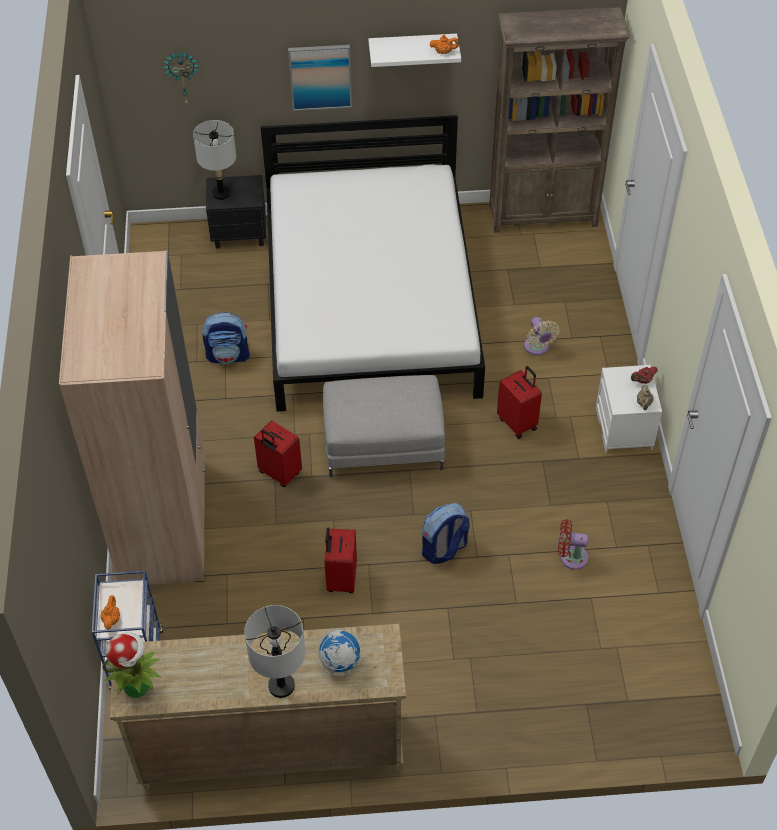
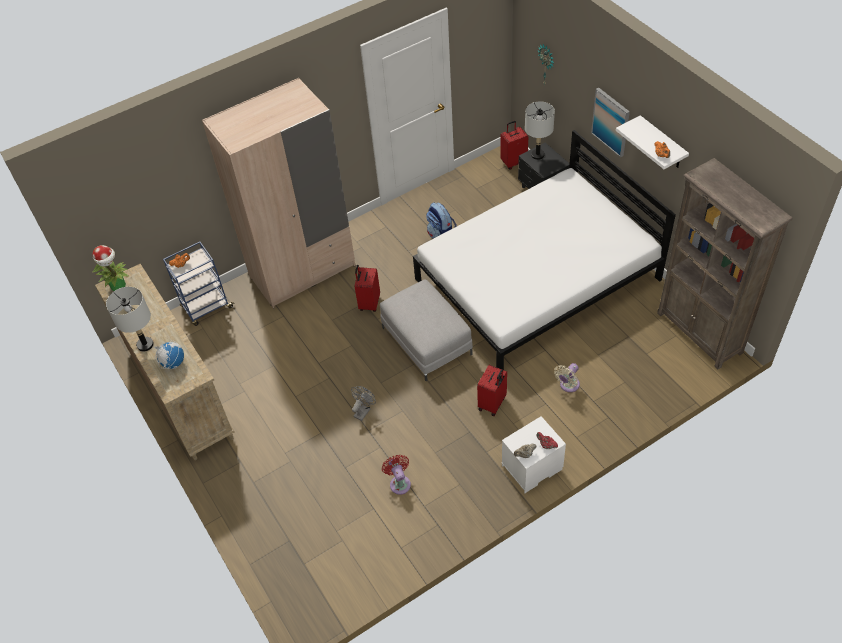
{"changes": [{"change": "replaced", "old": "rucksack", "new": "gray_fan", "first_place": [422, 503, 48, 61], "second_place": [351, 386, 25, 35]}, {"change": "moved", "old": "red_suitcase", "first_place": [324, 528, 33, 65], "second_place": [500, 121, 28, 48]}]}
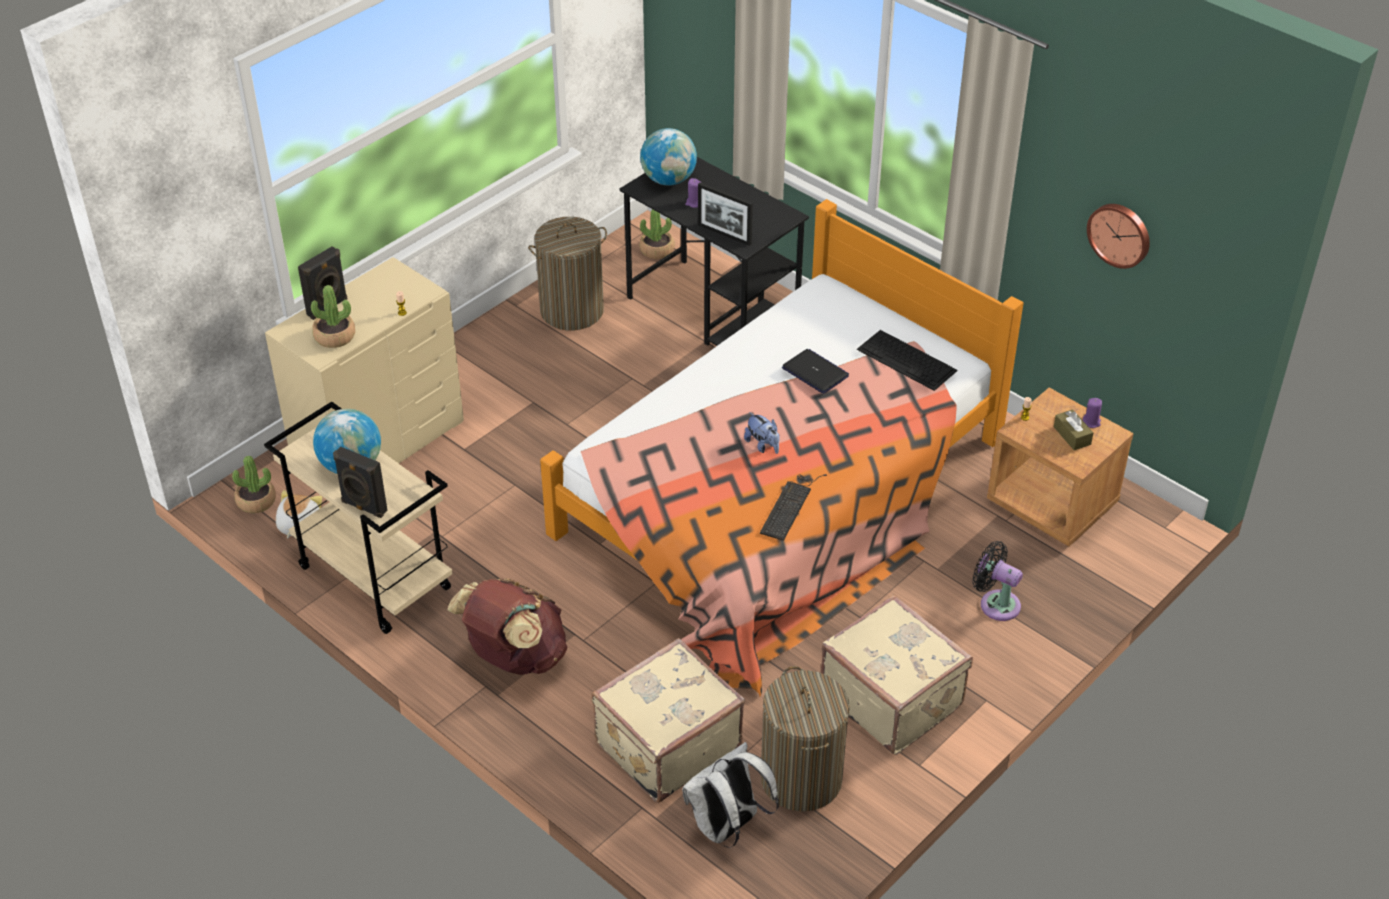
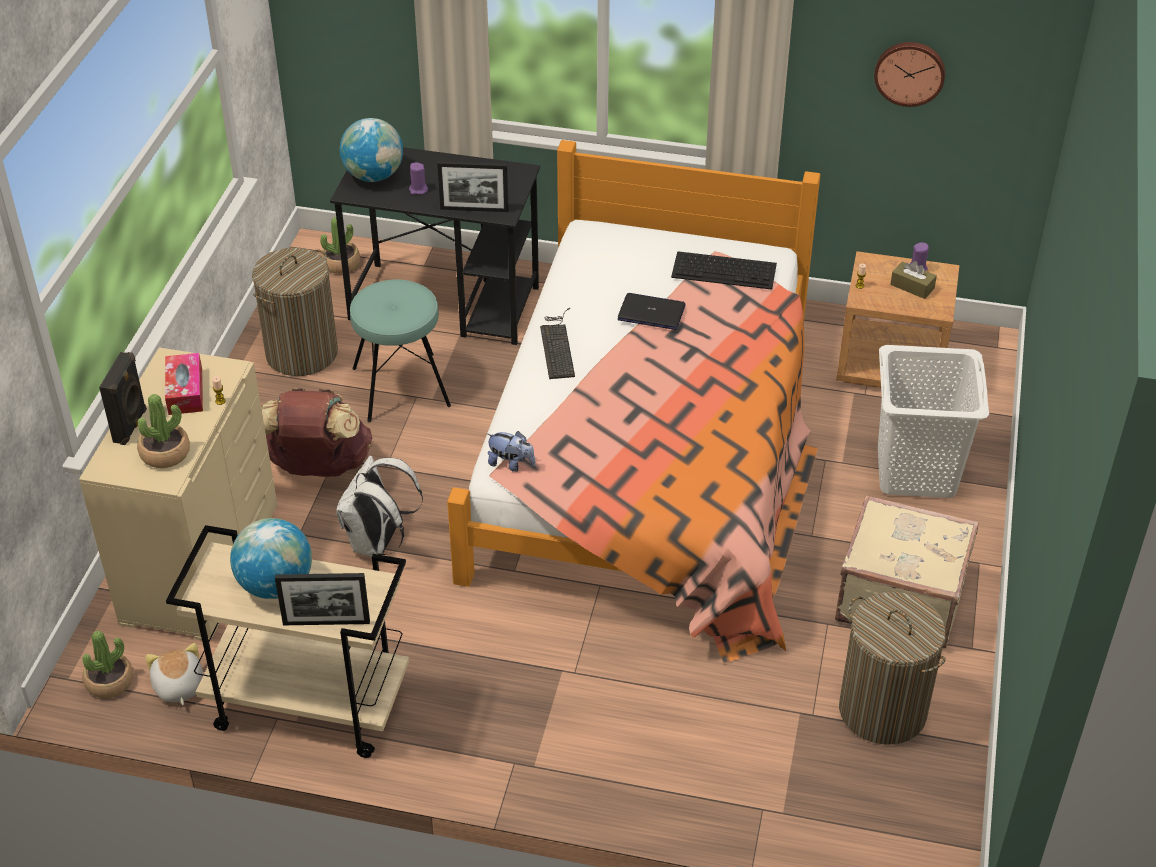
{"changes": [{"change": "added", "new": "tissue_box", "second_place": [165, 353, 38, 62]}, {"change": "moved", "old": "brown-coloured_rucksack", "first_place": [447, 579, 120, 96], "second_place": [261, 388, 112, 89]}, {"change": "replaced", "old": "black_speaker", "new": "picture_frame", "first_place": [333, 446, 54, 72], "second_place": [275, 573, 95, 52]}, {"change": "moved", "old": "whitish_rucksack", "first_place": [682, 742, 97, 106], "second_place": [336, 456, 87, 101]}, {"change": "added", "new": "turquoise_stool", "second_place": [350, 279, 101, 143]}, {"change": "moved", "old": "plush_toy", "first_place": [744, 412, 36, 42], "second_place": [487, 431, 48, 41]}, {"change": "moved", "old": "computer_keyboard", "first_place": [760, 474, 67, 67], "second_place": [540, 308, 35, 71]}, {"change": "replaced", "old": "black_fan", "new": "whitish_laundry_basket", "first_place": [972, 541, 51, 80], "second_place": [878, 345, 111, 153]}, {"change": "removed", "old": "beige-coloured_suitcase", "first_place": [592, 638, 153, 165]}]}
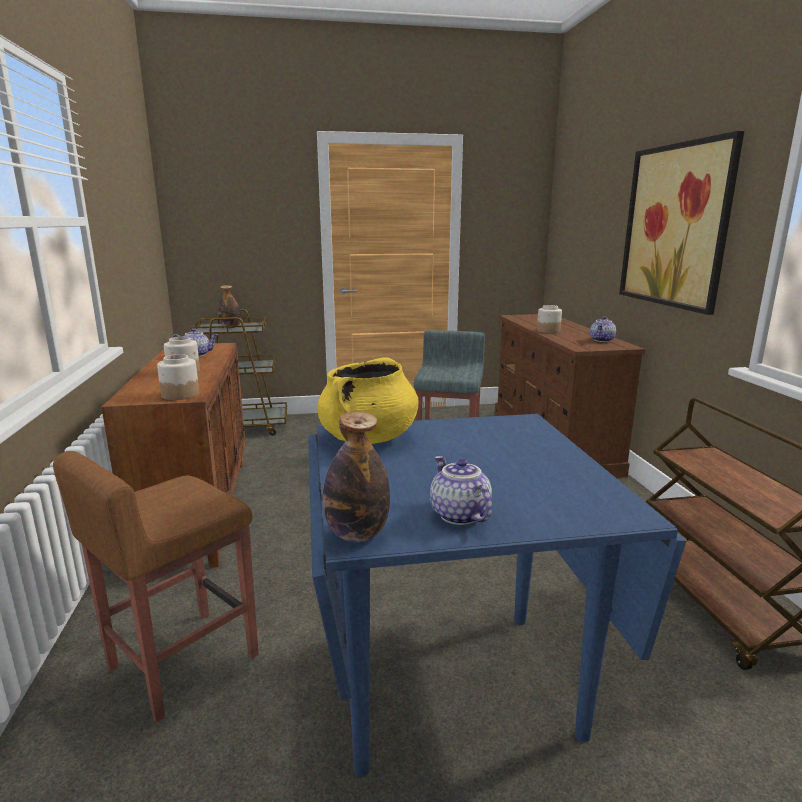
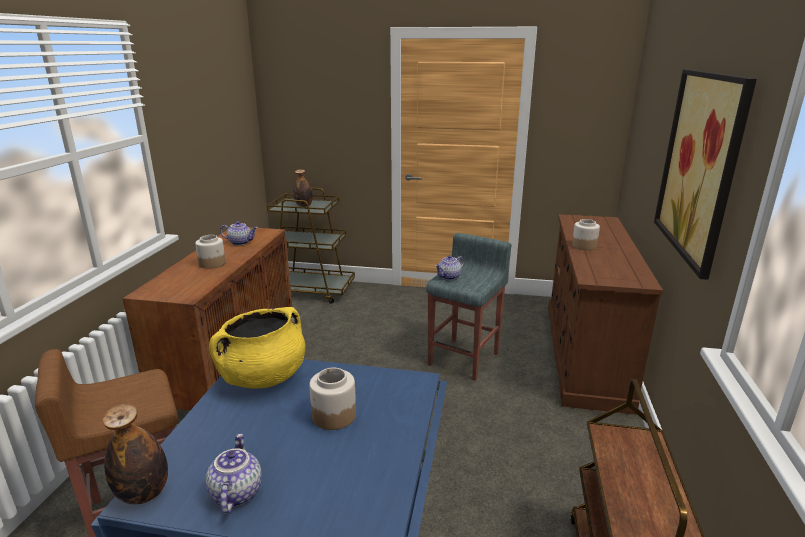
{"changes": [{"change": "moved", "old": "jar", "first_place": [157, 354, 42, 46], "second_place": [309, 368, 47, 62]}, {"change": "moved", "old": "tea_pot", "first_place": [590, 316, 26, 26], "second_place": [435, 255, 29, 25]}]}
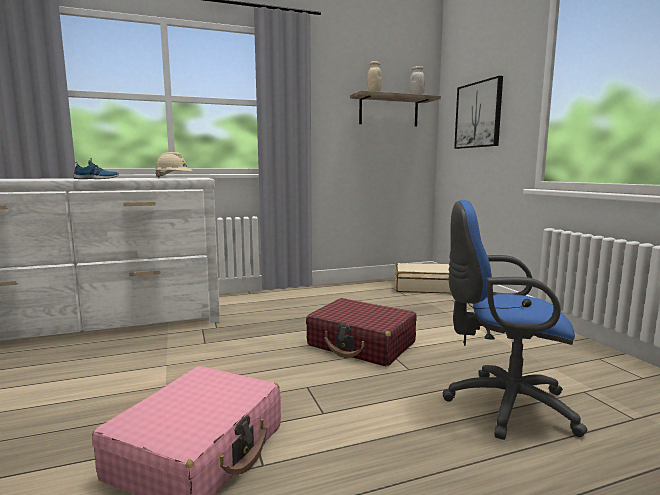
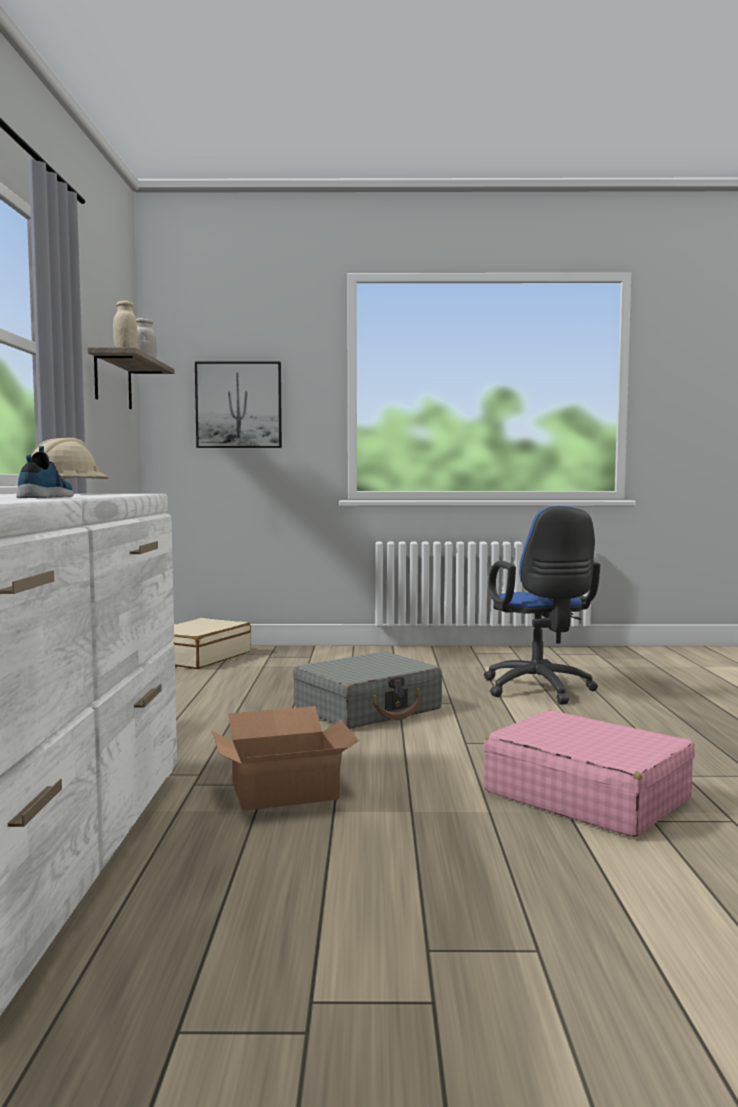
{"changes": [{"change": "added", "new": "cardboard_box", "second_place": [212, 706, 147, 105]}, {"change": "recoloured", "old": "red_suitcase", "new": "gray_suitcase", "first_place": [306, 298, 111, 69], "second_place": [293, 651, 149, 78]}, {"change": "turned", "old": "blue-coloured_desk_chair", "first_place": [443, 200, 144, 240], "second_place": [484, 506, 116, 198], "degrees": -45}]}
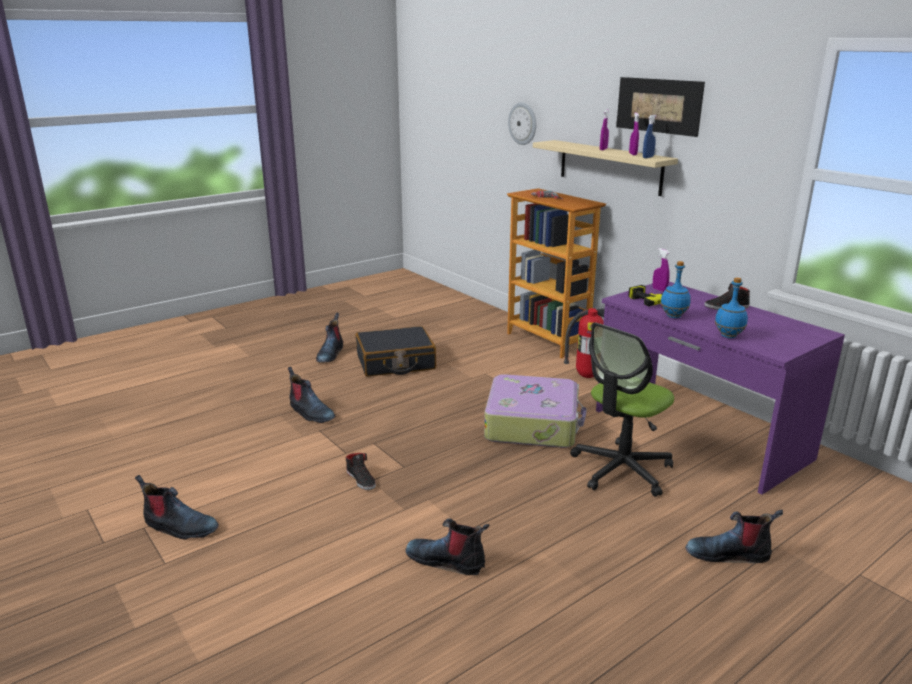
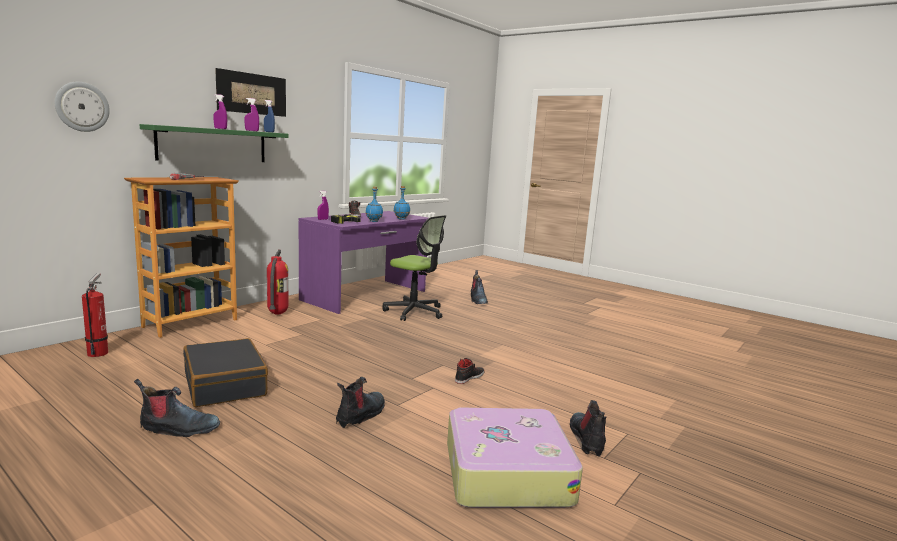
{"changes": [{"change": "added", "new": "fire_extinguisher", "second_place": [82, 273, 26, 84]}, {"change": "recoloured", "old": "beige-coloured_bracket_shelf", "new": "greenish_bracket_shelf", "first_place": [533, 140, 145, 56], "second_place": [139, 124, 150, 38]}, {"change": "moved", "old": "suitcase", "first_place": [484, 374, 103, 74], "second_place": [447, 408, 136, 100]}, {"change": "removed", "old": "tall_boot", "first_place": [405, 518, 84, 57]}]}
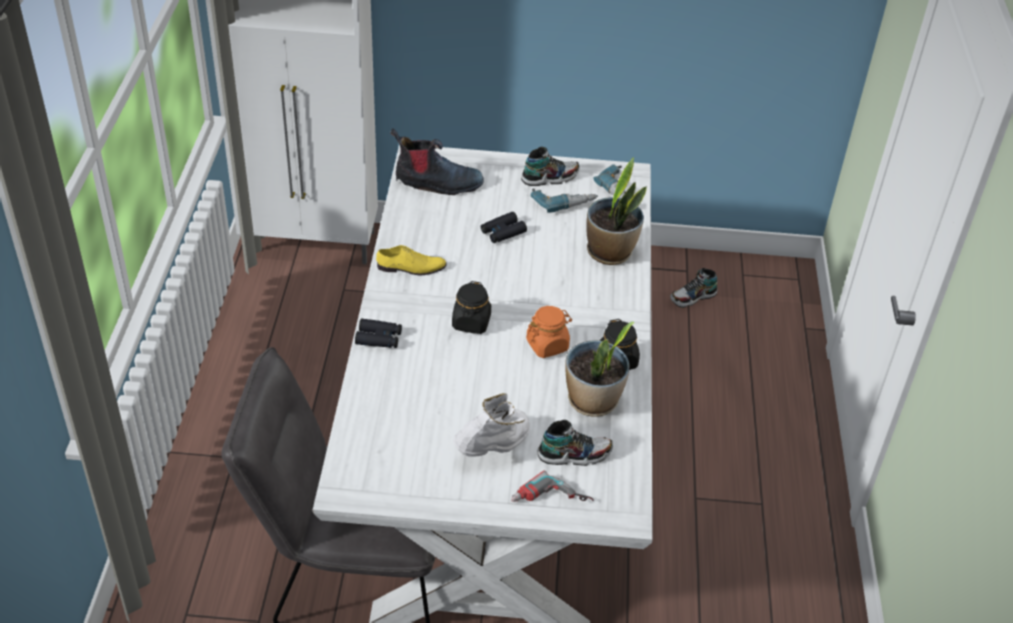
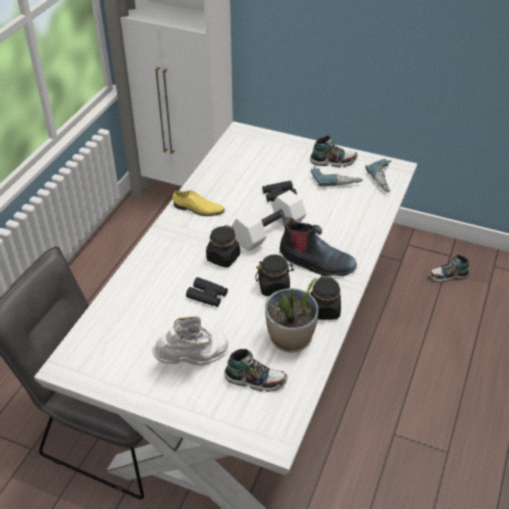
{"changes": [{"change": "moved", "old": "black_binoculars", "first_place": [355, 318, 47, 30], "second_place": [186, 277, 42, 30]}, {"change": "added", "new": "whitish_hand_weight", "second_place": [232, 190, 74, 62]}, {"change": "recoloured", "old": "orange_jar", "new": "black_jar", "first_place": [526, 306, 46, 52], "second_place": [255, 255, 39, 41]}, {"change": "moved", "old": "tall_boot", "first_place": [390, 128, 94, 67], "second_place": [277, 209, 80, 67]}, {"change": "removed", "old": "electric_drill", "first_place": [511, 471, 83, 31]}, {"change": "removed", "old": "houseplant", "first_place": [586, 157, 61, 108]}]}
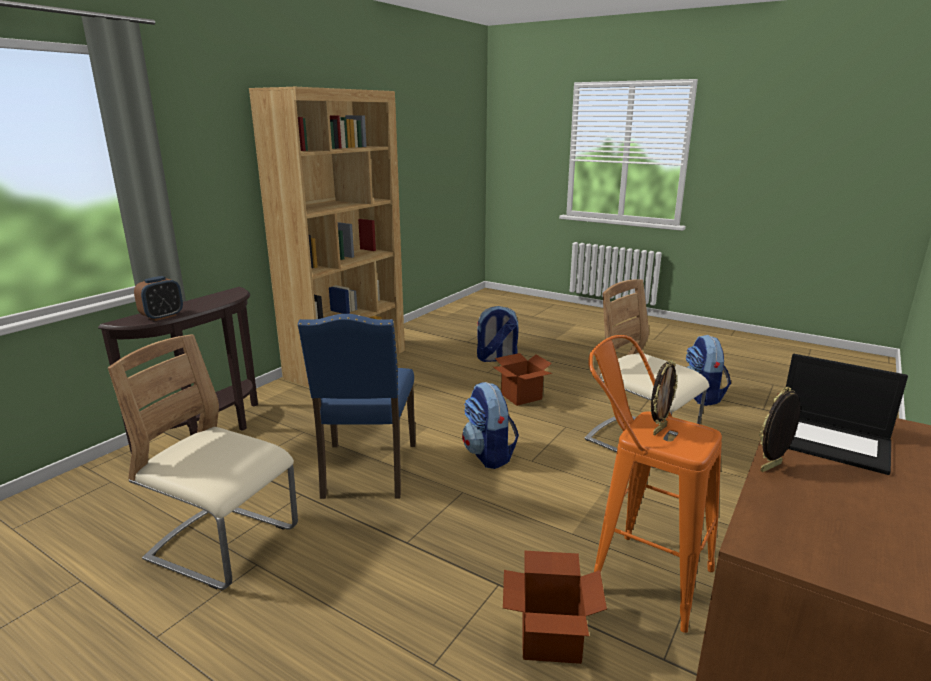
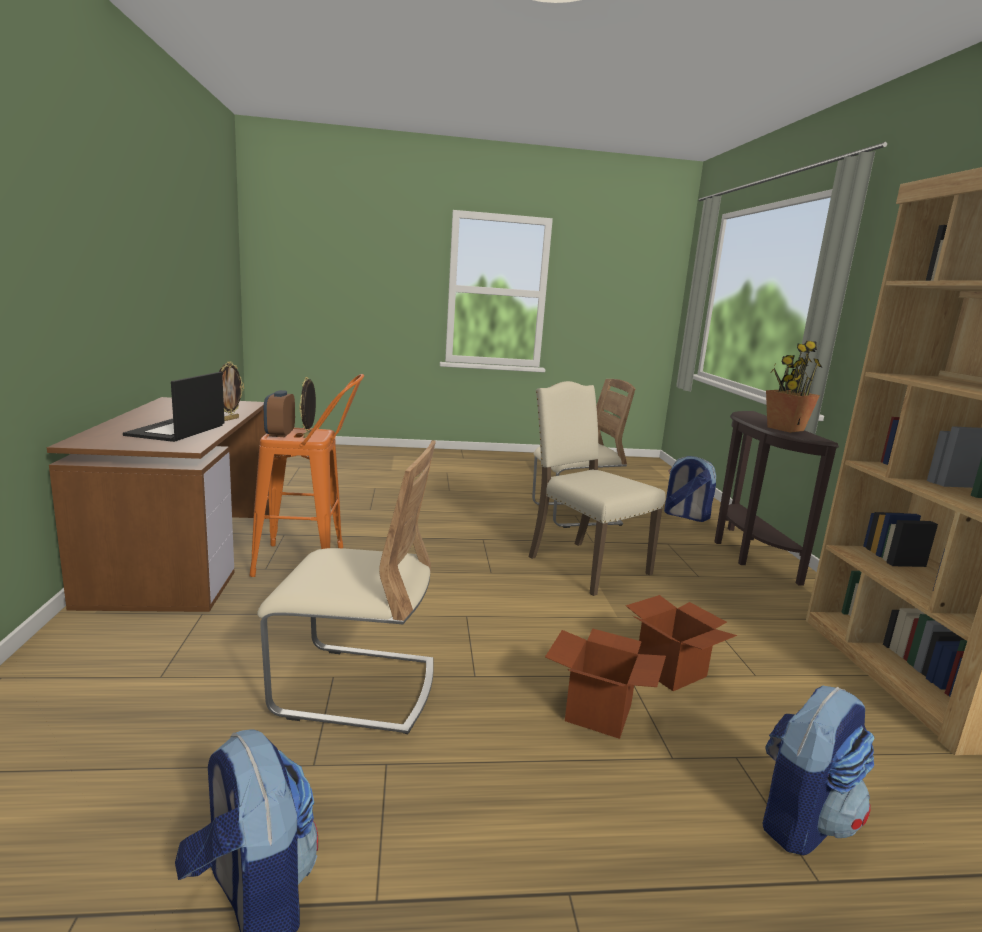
{"changes": [{"change": "turned", "old": "notebook_computer", "first_place": [785, 354, 123, 121], "second_place": [123, 372, 101, 70], "degrees": -75}, {"change": "moved", "old": "bedside_clock", "first_place": [134, 276, 49, 45], "second_place": [264, 390, 31, 47]}, {"change": "recoloured", "old": "blue-coloured_chair", "new": "beige-coloured_chair", "first_place": [298, 314, 118, 185], "second_place": [528, 381, 138, 215]}, {"change": "moved", "old": "cardboard_box", "first_place": [503, 551, 104, 113], "second_place": [626, 595, 111, 96]}, {"change": "moved", "old": "rucksack", "first_place": [462, 382, 57, 87], "second_place": [664, 456, 52, 66]}, {"change": "added", "new": "houseplant", "second_place": [766, 341, 57, 92]}]}
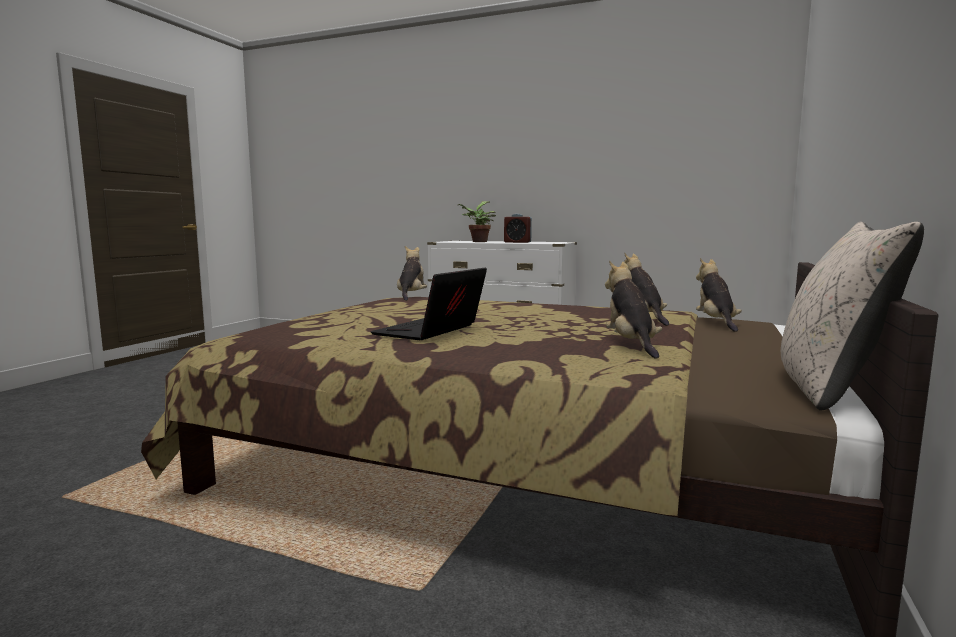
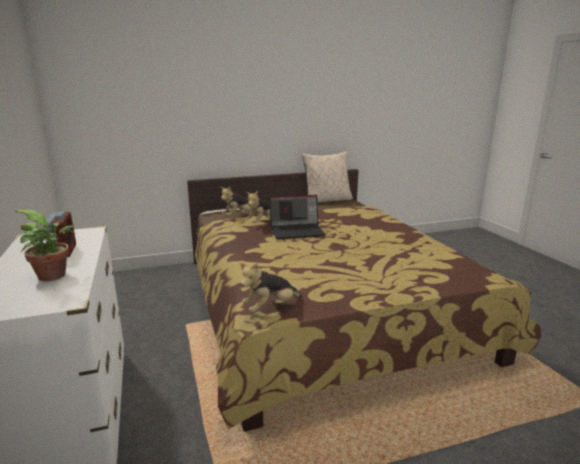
{"changes": [{"change": "moved", "old": "notebook_computer", "first_place": [370, 268, 117, 72], "second_place": [269, 195, 57, 44]}, {"change": "removed", "old": "plush_toy", "first_place": [605, 260, 57, 99]}]}
